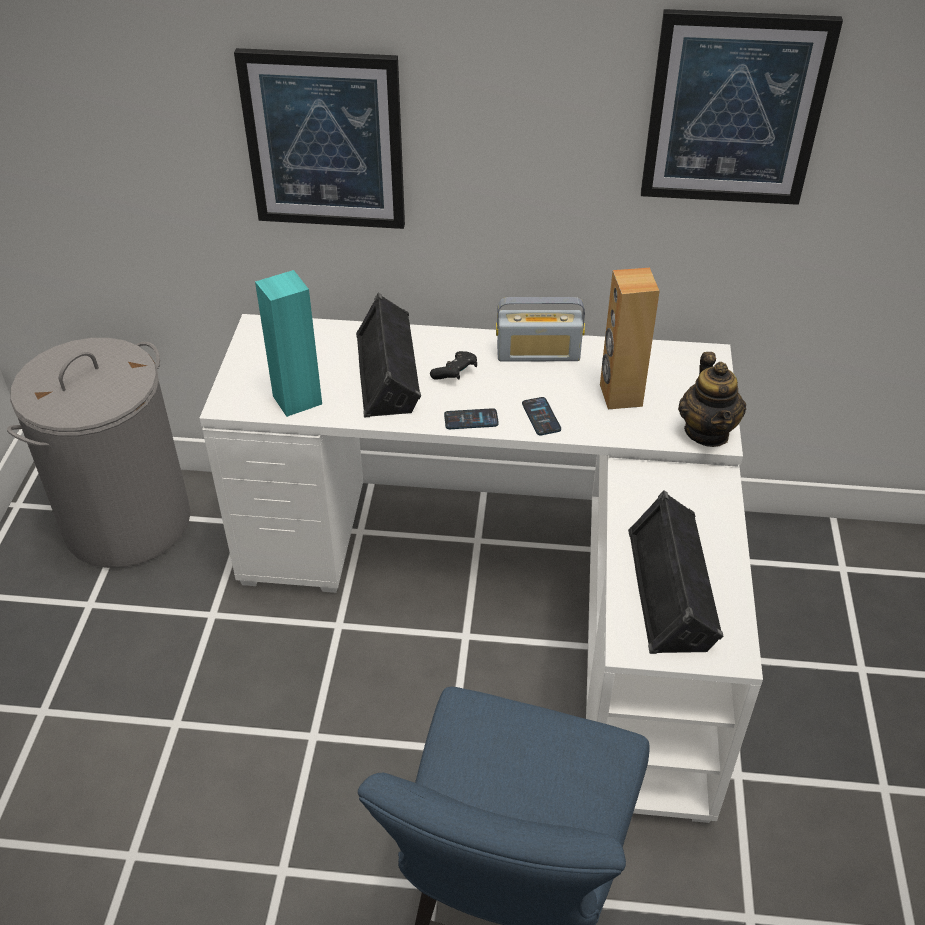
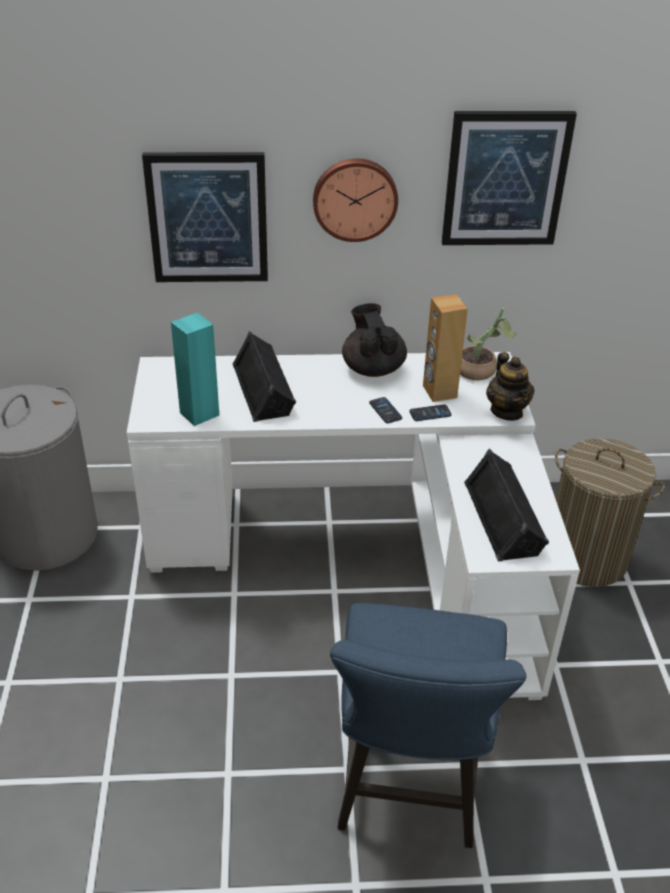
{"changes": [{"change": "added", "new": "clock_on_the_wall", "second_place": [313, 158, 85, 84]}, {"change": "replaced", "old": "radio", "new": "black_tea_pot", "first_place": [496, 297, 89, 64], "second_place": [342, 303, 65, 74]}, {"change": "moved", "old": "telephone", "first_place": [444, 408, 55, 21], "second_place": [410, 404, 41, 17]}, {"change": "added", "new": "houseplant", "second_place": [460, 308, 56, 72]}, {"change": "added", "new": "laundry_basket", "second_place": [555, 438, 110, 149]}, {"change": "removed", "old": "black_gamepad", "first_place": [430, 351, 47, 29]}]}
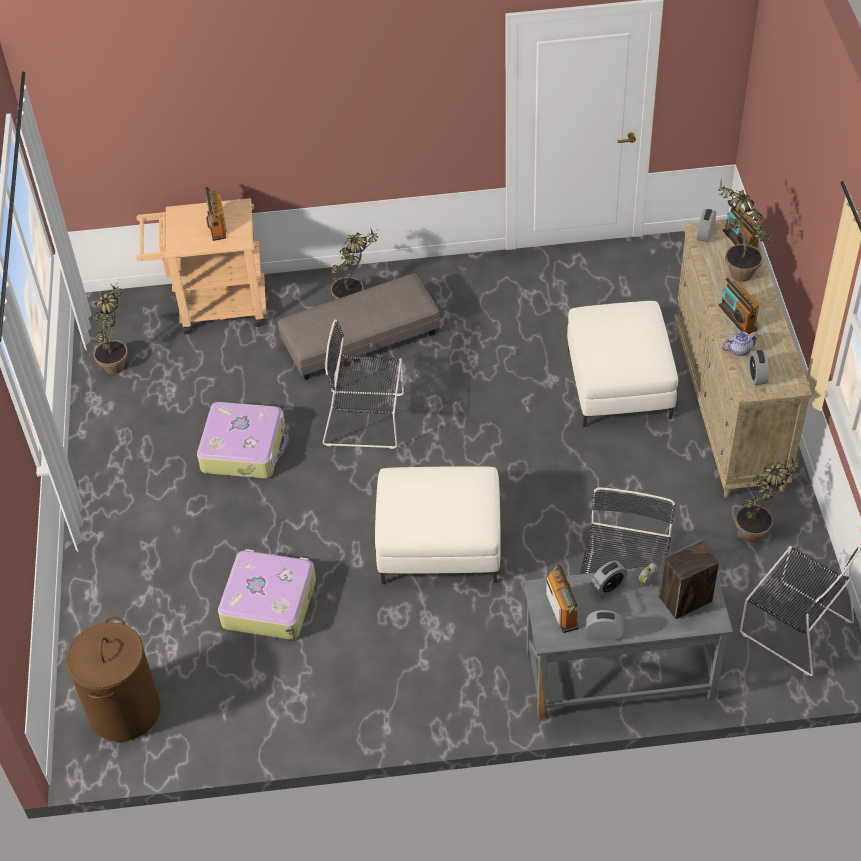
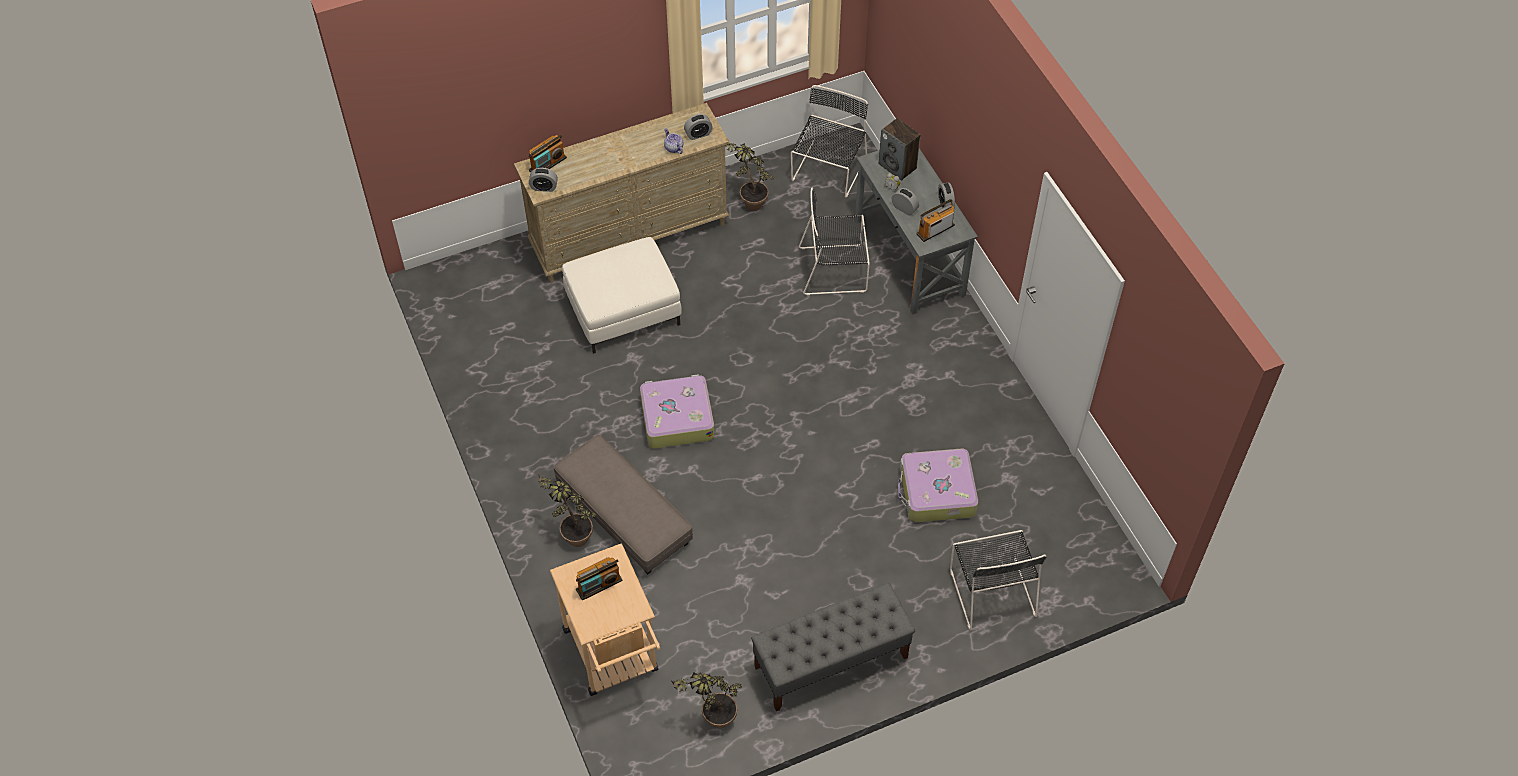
{"changes": [{"change": "moved", "old": "suitcase", "first_place": [197, 402, 92, 76], "second_place": [640, 374, 74, 75]}, {"change": "added", "new": "gray_indoor_bench", "second_place": [751, 583, 164, 128]}, {"change": "moved", "old": "black_chair", "first_place": [323, 320, 81, 129], "second_place": [950, 530, 97, 100]}, {"change": "removed", "old": "brown-coloured_laundry_basket", "first_place": [66, 617, 95, 125]}, {"change": "removed", "old": "whitish_ottoman", "first_place": [375, 466, 126, 118]}, {"change": "removed", "old": "houseplant", "first_place": [719, 179, 54, 103]}, {"change": "removed", "old": "radio", "first_place": [719, 278, 40, 56]}]}
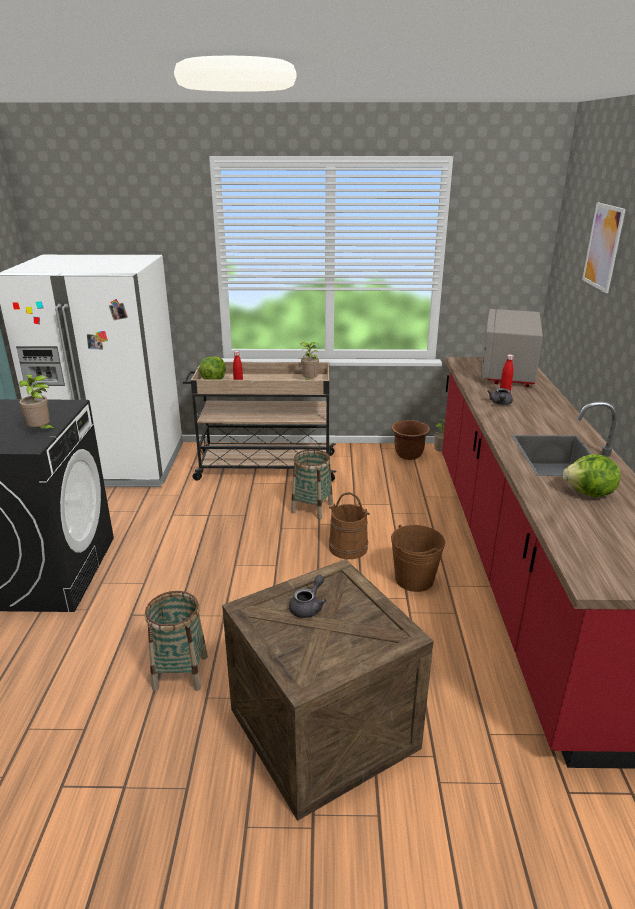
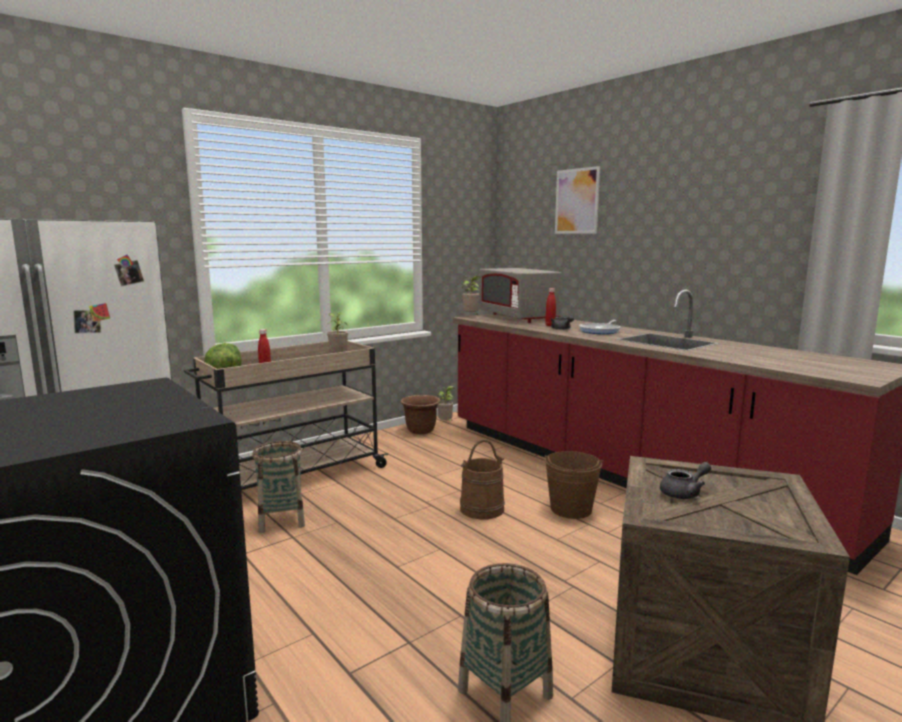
{"changes": [{"change": "moved", "old": "basket", "first_place": [291, 449, 42, 70], "second_place": [252, 441, 53, 92]}, {"change": "moved", "old": "houseplant", "first_place": [19, 375, 38, 56], "second_place": [462, 276, 19, 39]}, {"change": "added", "new": "pan", "second_place": [579, 320, 41, 14]}, {"change": "turned", "old": "gray_tea_pot", "first_place": [289, 575, 37, 43], "second_place": [660, 462, 52, 37], "degrees": 75}, {"change": "removed", "old": "lettuce", "first_place": [563, 454, 58, 43]}]}
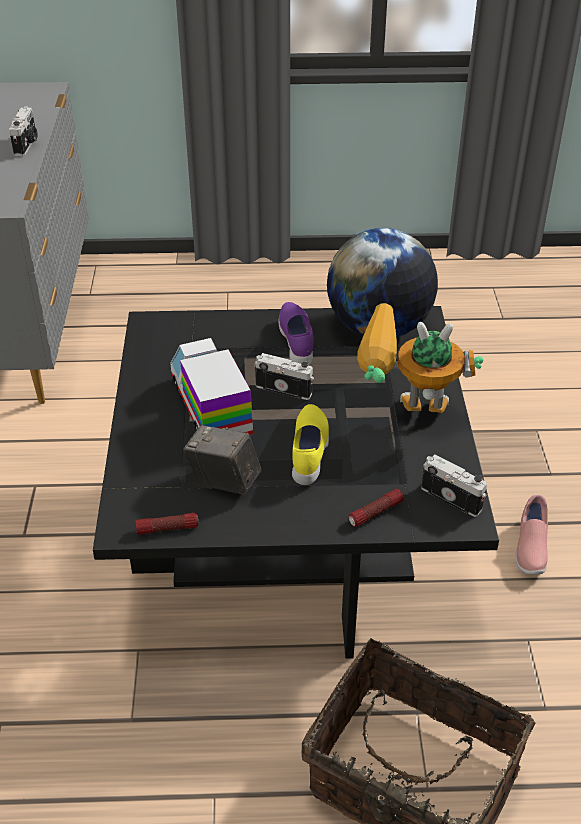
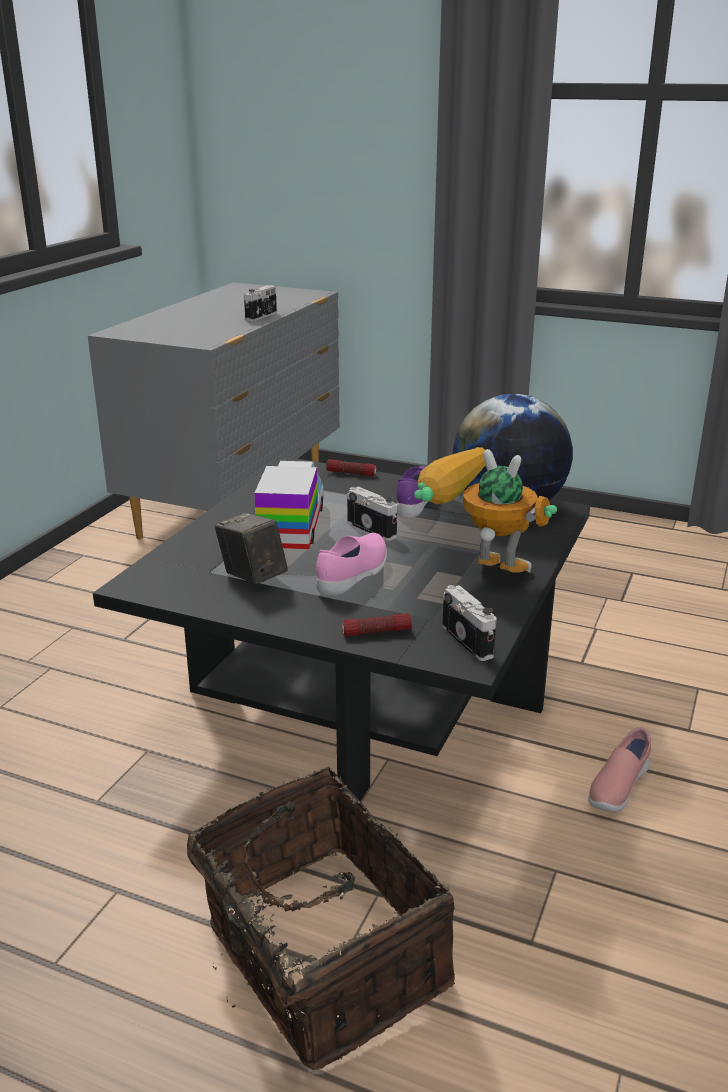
{"changes": [{"change": "recoloured", "old": "yellowish_low_shoe", "new": "pinkish_low_shoe", "first_place": [292, 404, 37, 81], "second_place": [316, 533, 71, 63]}, {"change": "moved", "old": "hand_torch", "first_place": [135, 513, 63, 22], "second_place": [326, 459, 50, 17]}]}
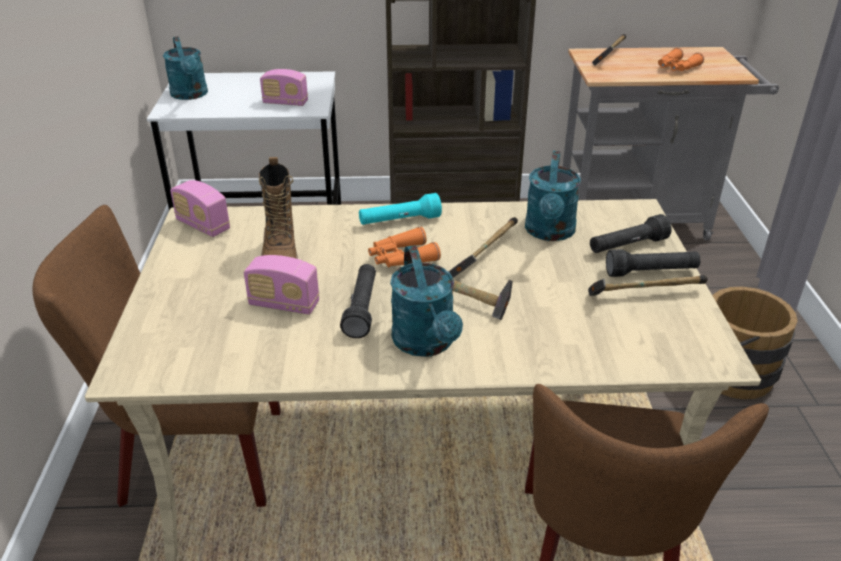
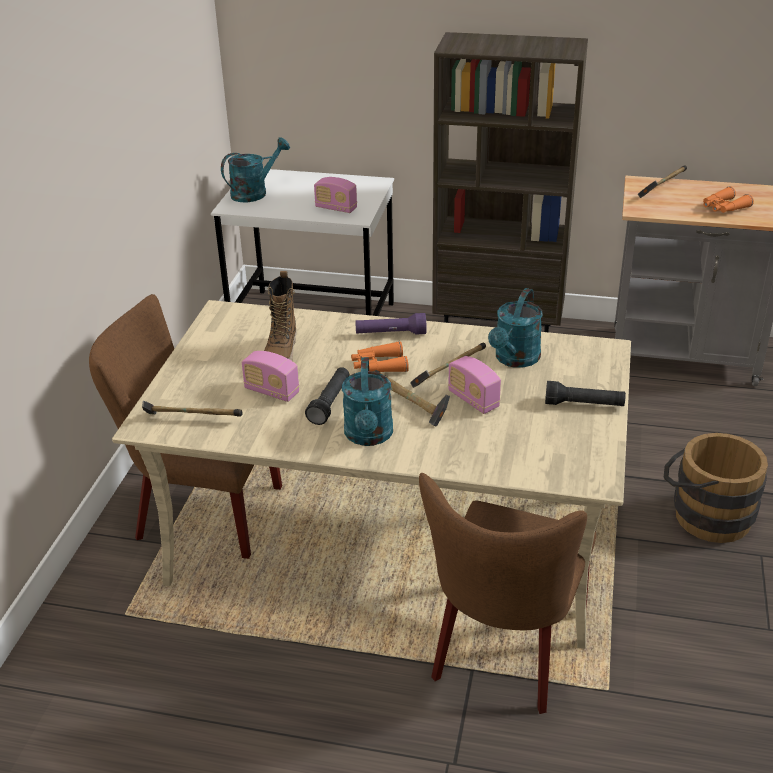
{"changes": [{"change": "moved", "old": "hand_hammer", "first_place": [588, 275, 120, 21], "second_place": [142, 401, 101, 16]}, {"change": "turned", "old": "turquoise_sprinkling_can", "first_place": [163, 36, 45, 64], "second_place": [221, 137, 69, 65], "degrees": -120}, {"change": "recoloured", "old": "turquoise_hand_torch", "new": "purple_hand_torch", "first_place": [359, 193, 83, 32], "second_place": [355, 313, 72, 22]}, {"change": "moved", "old": "radio", "first_place": [170, 180, 60, 57], "second_place": [448, 356, 53, 58]}, {"change": "removed", "old": "black_hand_torch", "first_place": [590, 214, 82, 39]}]}
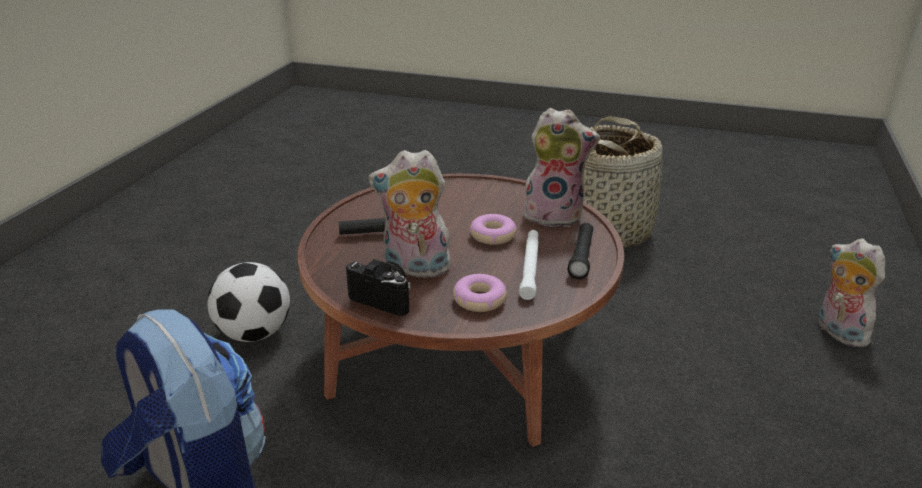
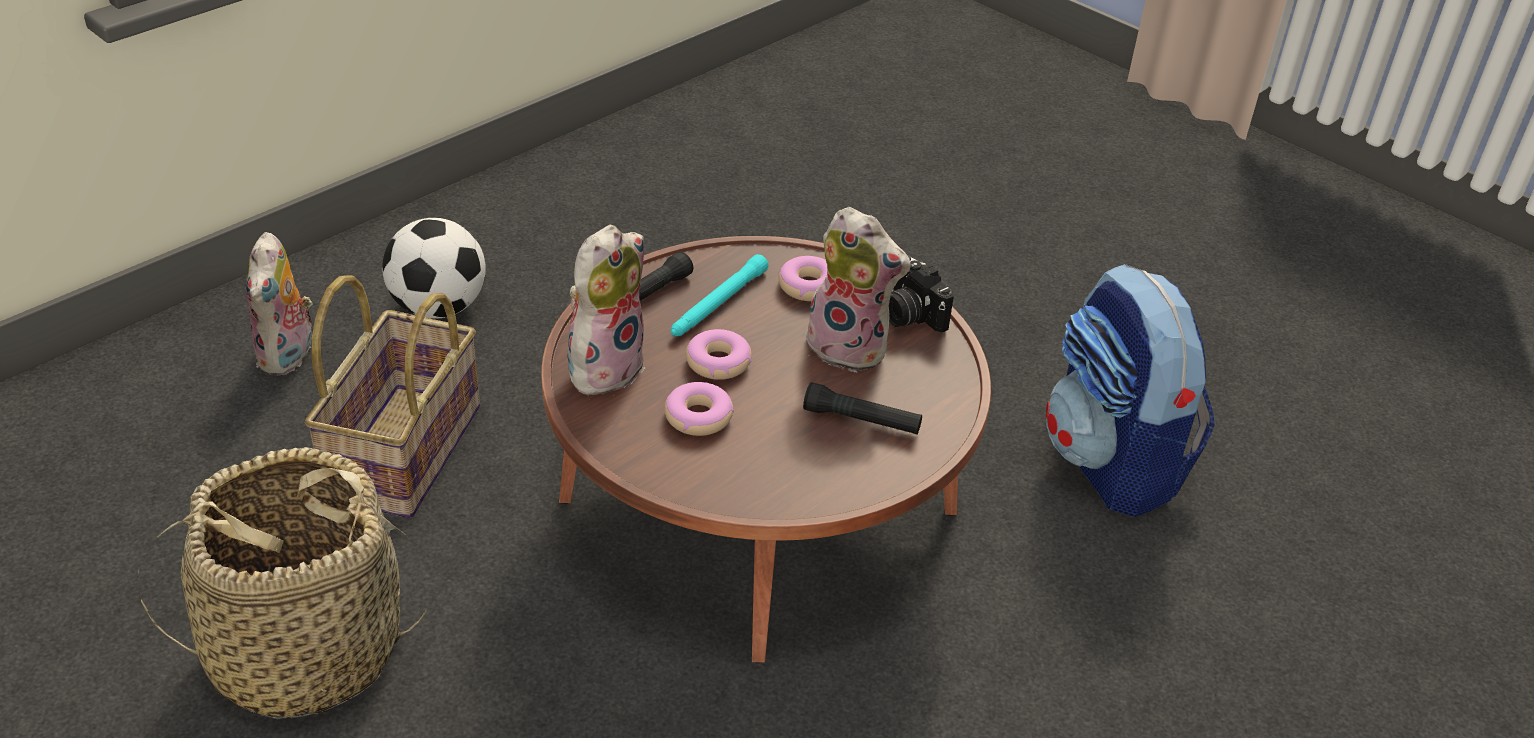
{"changes": [{"change": "added", "new": "basket", "second_place": [305, 275, 175, 243]}, {"change": "moved", "old": "football_ball", "first_place": [207, 262, 83, 80], "second_place": [382, 218, 104, 101]}, {"change": "turned", "old": "plush_toy", "first_place": [523, 108, 77, 119], "second_place": [567, 225, 78, 171], "degrees": 90}, {"change": "added", "new": "ring_doughnut", "second_place": [664, 382, 70, 54]}, {"change": "recoloured", "old": "whitish_hand_torch", "new": "turquoise_hand_torch", "first_place": [519, 230, 20, 70], "second_place": [671, 254, 97, 82]}]}
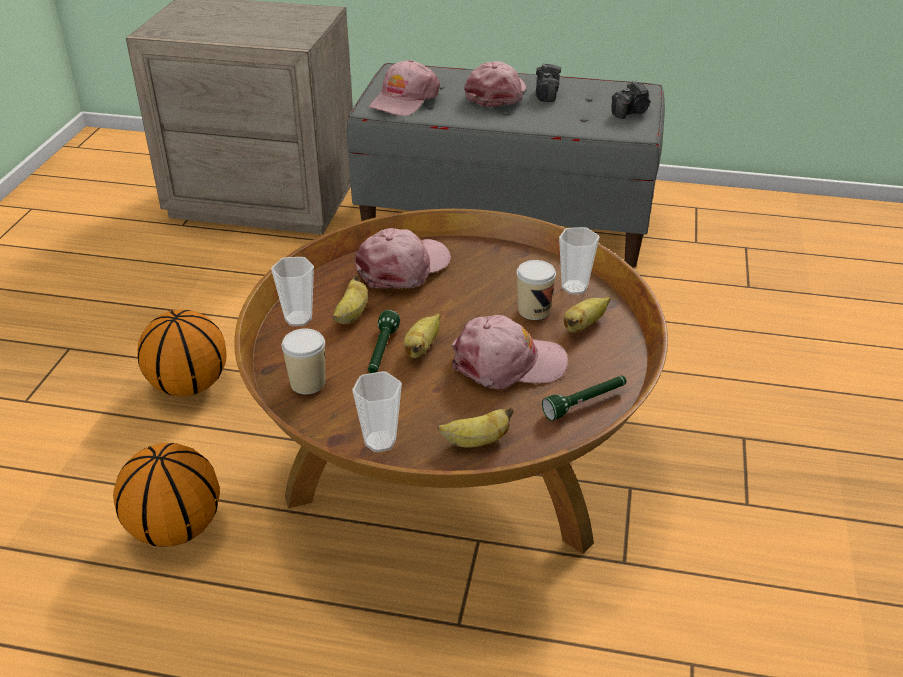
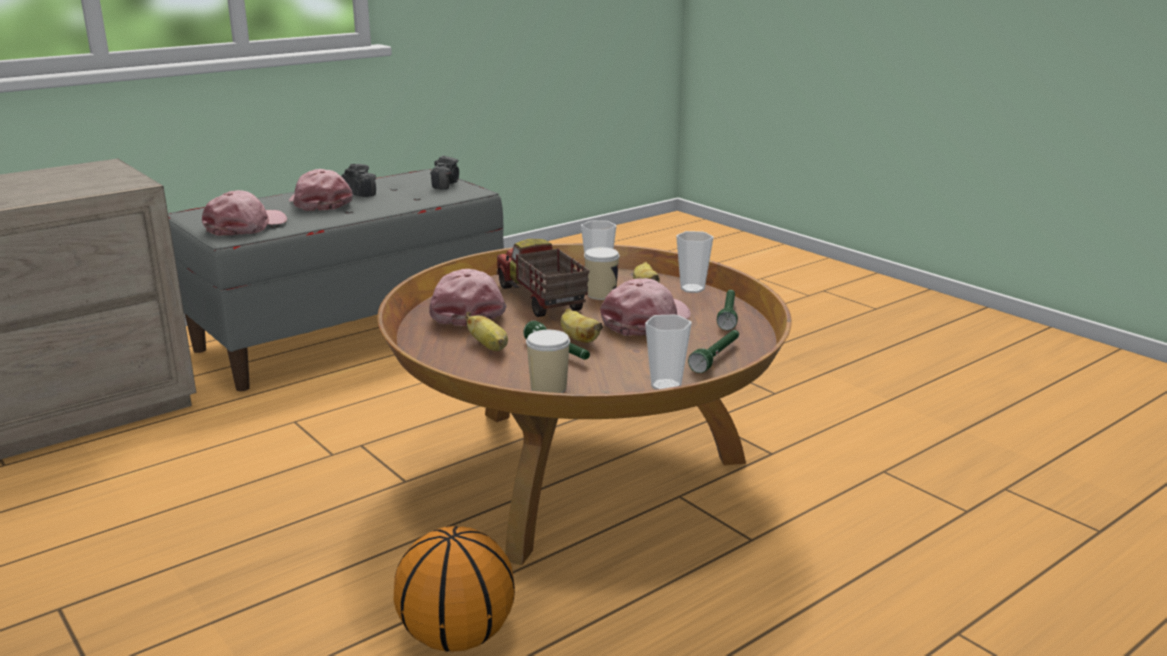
{"changes": [{"change": "turned", "old": "pinkish_cap", "first_place": [369, 60, 71, 56], "second_place": [202, 190, 85, 46], "degrees": -135}, {"change": "added", "new": "toy_truck", "second_place": [497, 239, 92, 78]}, {"change": "moved", "old": "drinking_cup", "first_place": [271, 257, 43, 69], "second_place": [676, 231, 38, 62]}, {"change": "replaced", "old": "whole_banana", "new": "greenish_hand_torch", "first_place": [437, 407, 76, 41], "second_place": [688, 330, 51, 43]}, {"change": "removed", "old": "ball_for_basketball", "first_place": [138, 309, 89, 88]}]}
